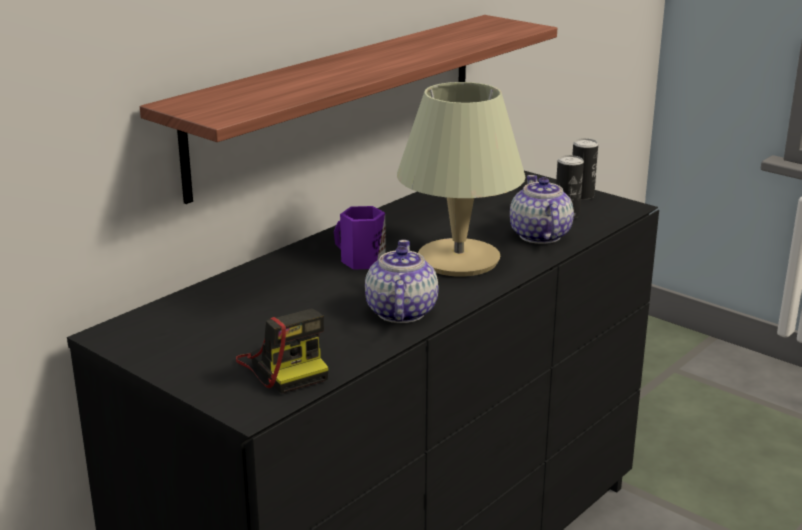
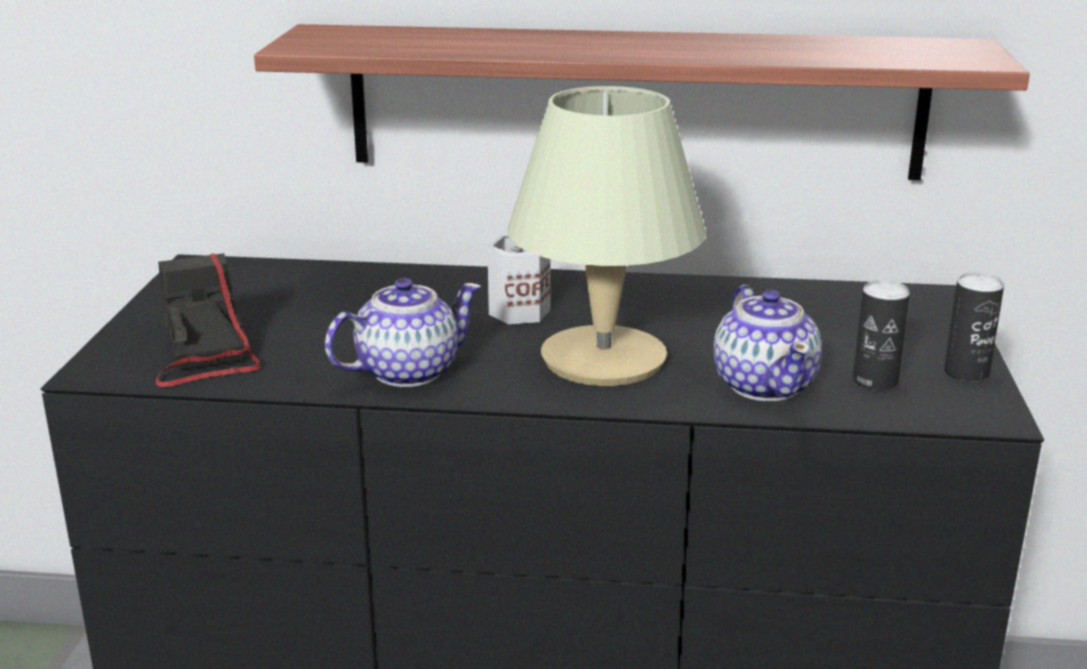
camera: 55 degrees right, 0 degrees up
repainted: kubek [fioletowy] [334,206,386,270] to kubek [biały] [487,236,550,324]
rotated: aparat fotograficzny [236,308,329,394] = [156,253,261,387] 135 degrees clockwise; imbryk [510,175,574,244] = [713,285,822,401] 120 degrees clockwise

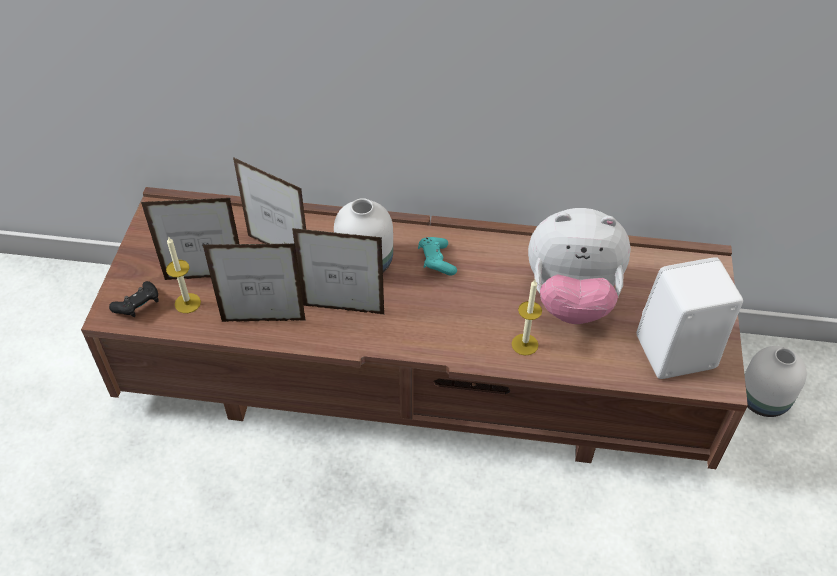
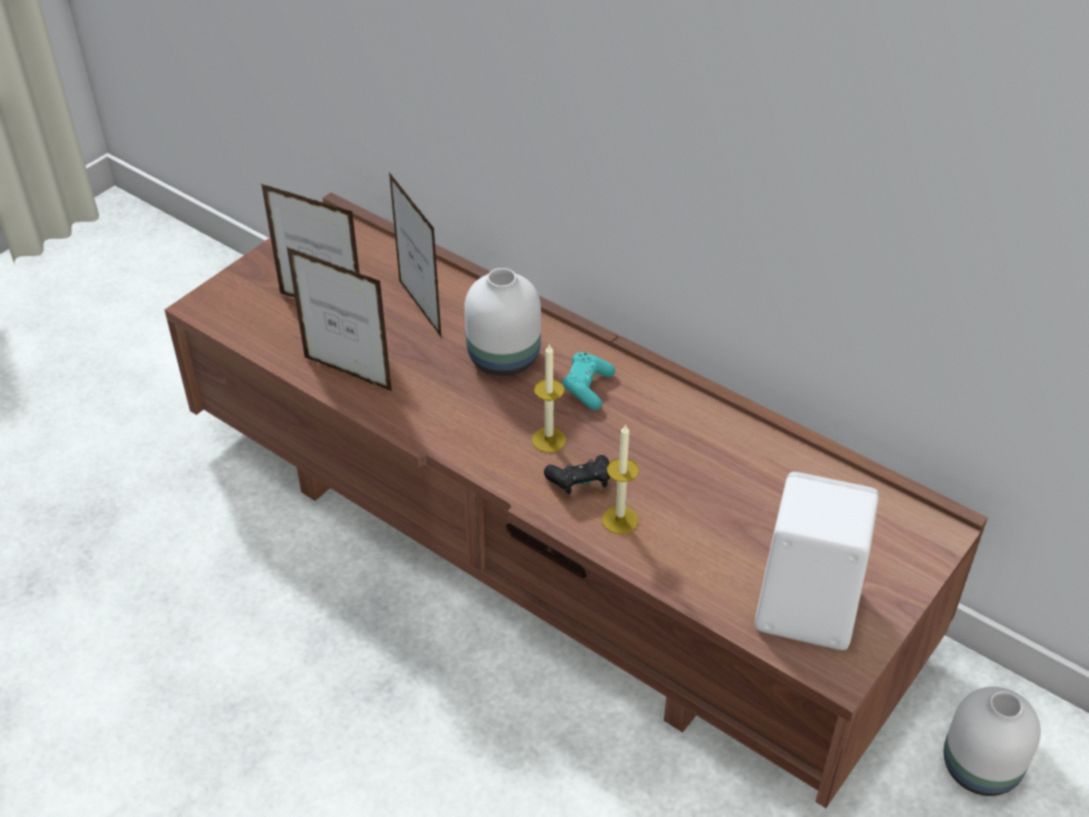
camera: 30 degrees right, 5 degrees down
gone: ramka na zdjęcie [292,228,385,315]; pluszak [528,208,631,324]
shifted: świeca [166,236,201,313] to [532,343,566,453]; pad do gier [czarny] [109,281,158,317] to [544,455,610,494]

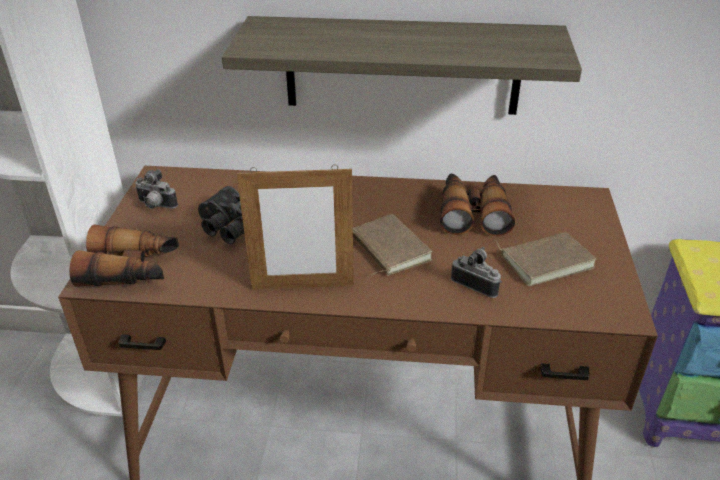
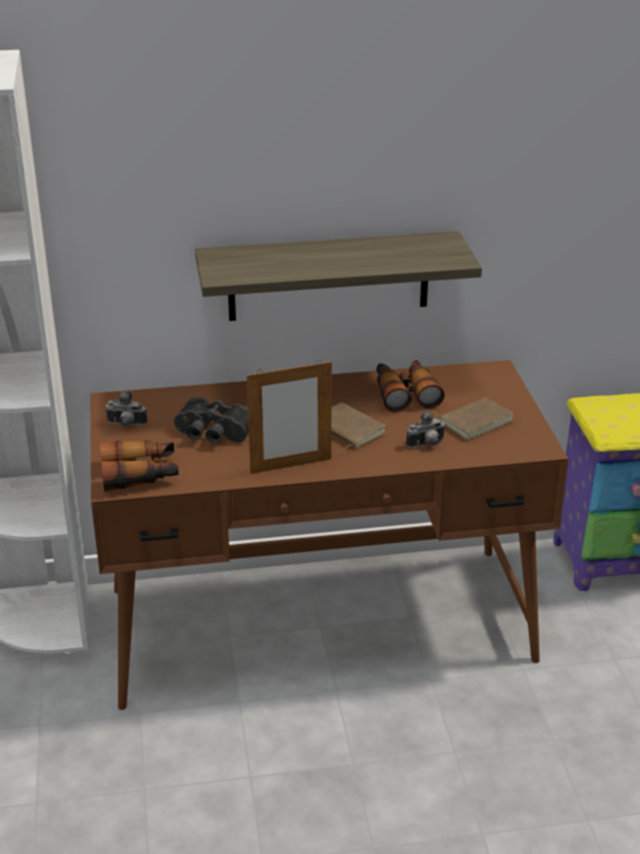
camera: 15 degrees left, 5 degrees down
rotated: aparat fotograficzny [451,247,502,298] = [406,409,446,448] 135 degrees clockwise

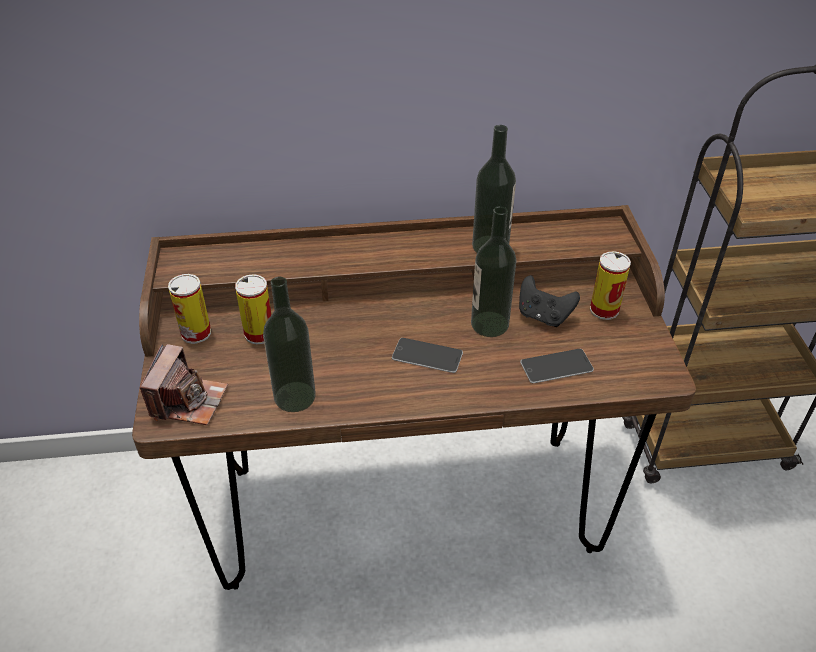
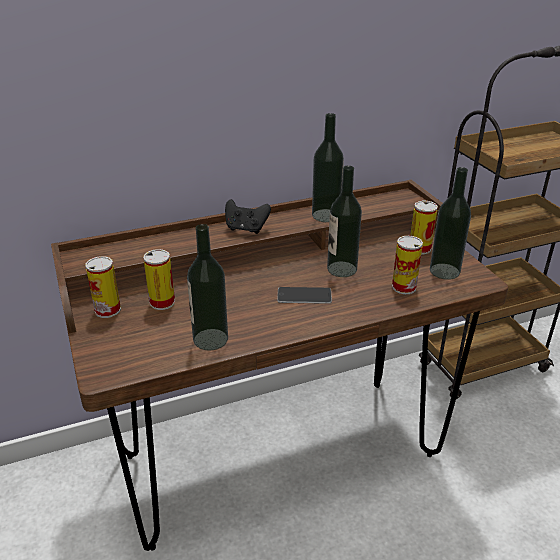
camera: 15 degrees left, 10 degrees down
gone: aparat fotograficzny [139,344,228,425]
new: butelka [430,167,471,280]
shifted: pad do gier [czarny] [519,275,580,327] to [225,199,271,234]
swapped: telefon [520,349,594,383] to puszka [392,236,423,294]

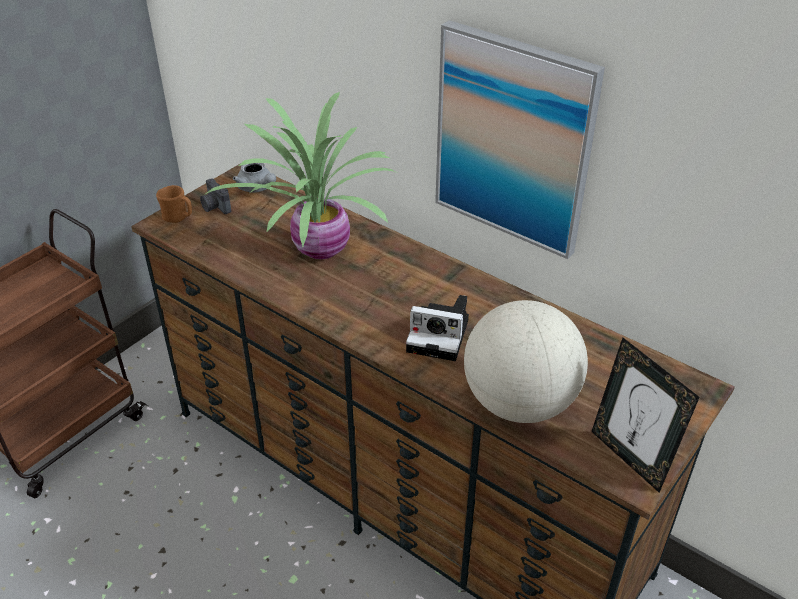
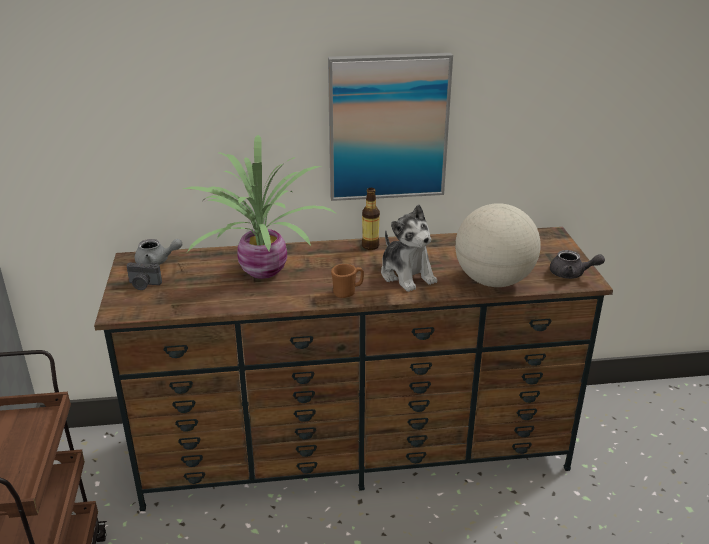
camera: 45 degrees left, 10 degrees down
new: butelka [362,188,380,250]
shifted: kubek [brązowy] [156,185,192,223] to [331,264,364,298]
swapped: aparat fotograficzny [406,295,469,361] to pluszak [381,205,437,292]; ramka na zdjęcie [591,337,700,493] to imbryk [szary] [550,250,605,279]

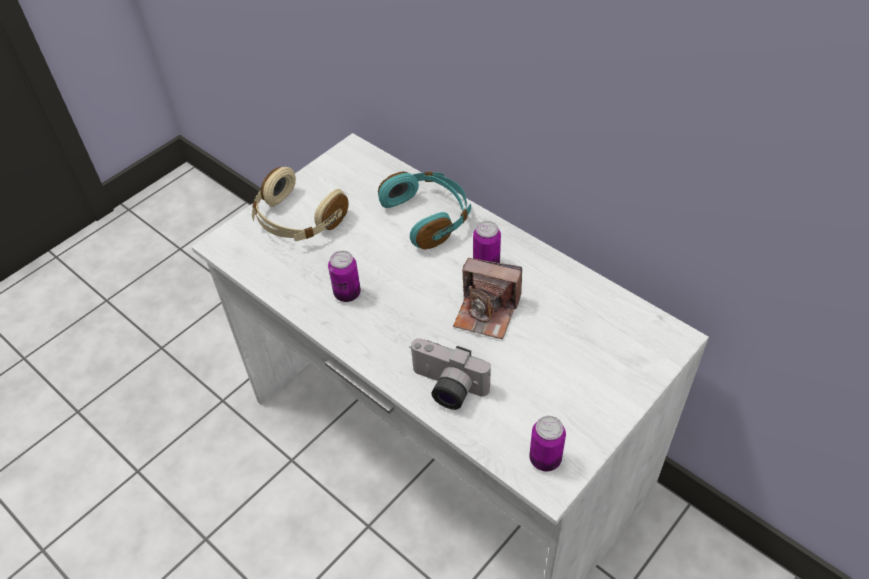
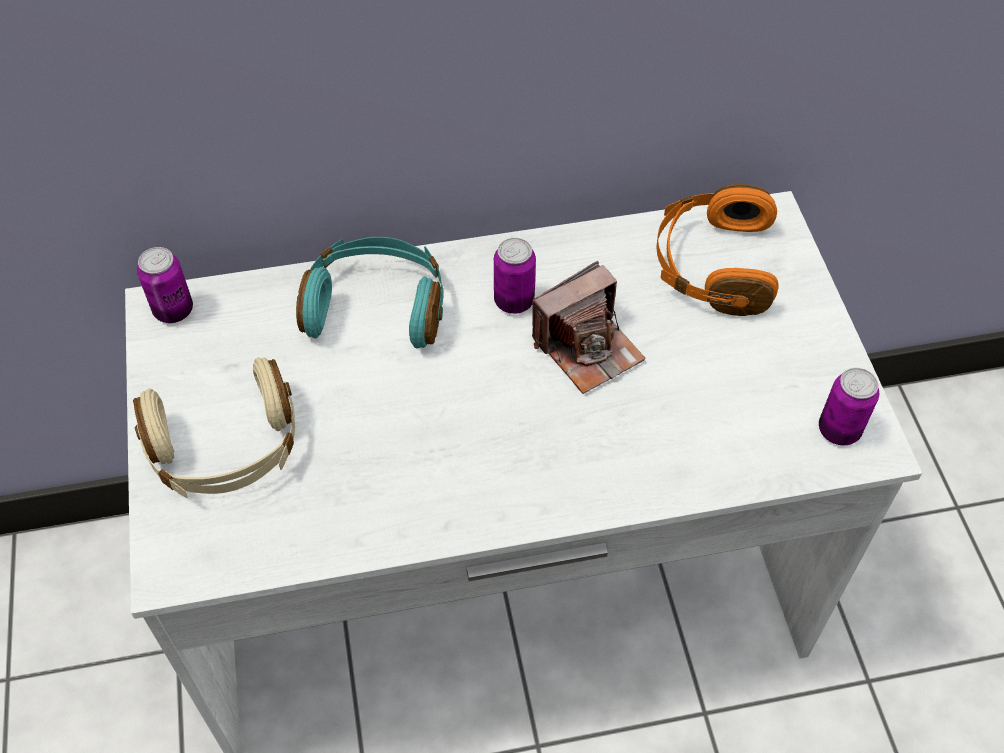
camera: 55 degrees left, 5 degrees up
gone: aparat fotograficzny [409,338,491,410]
new: słuchawki [pomarańczowy] [657,184,779,316]
shifted: puszka [328,251,361,302] to [137,247,193,323]

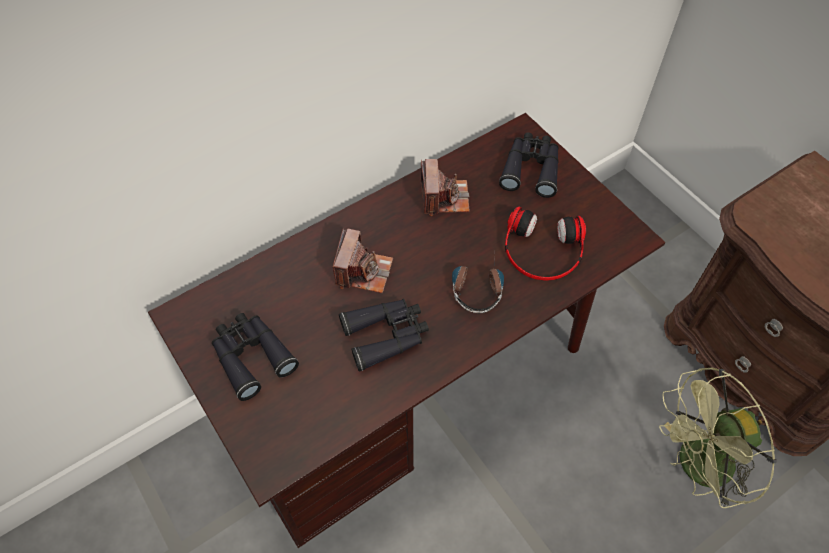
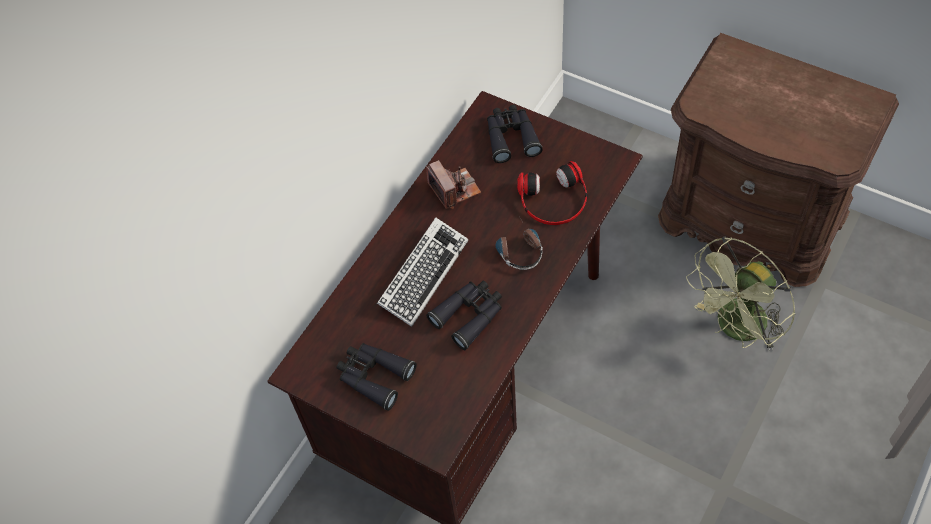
camera: 20 degrees left, 0 degrees up
swapped: aparat fotograficzny [333,228,393,293] to klawiatura [377,217,468,327]

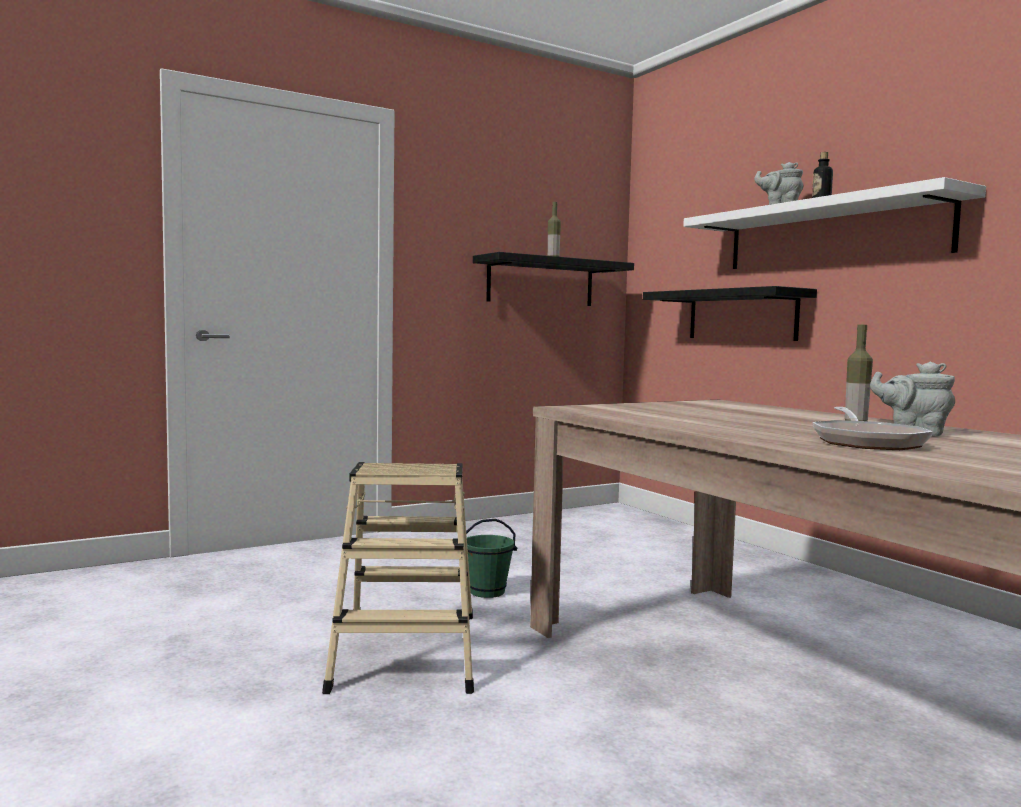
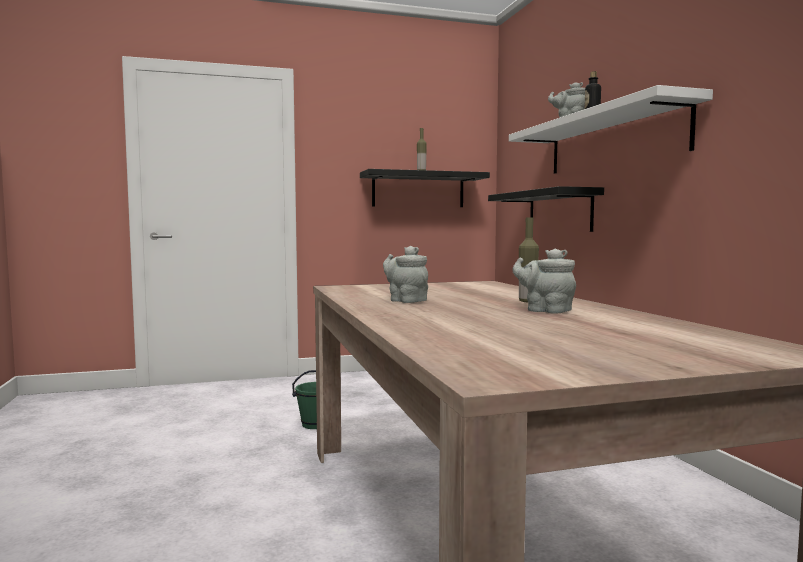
camera: 15 degrees right, 0 degrees up
gone: drabinka [beżowy] [322,462,474,694]; patelnia [812,407,933,450]
new: imbryk [szary] [383,246,428,303]

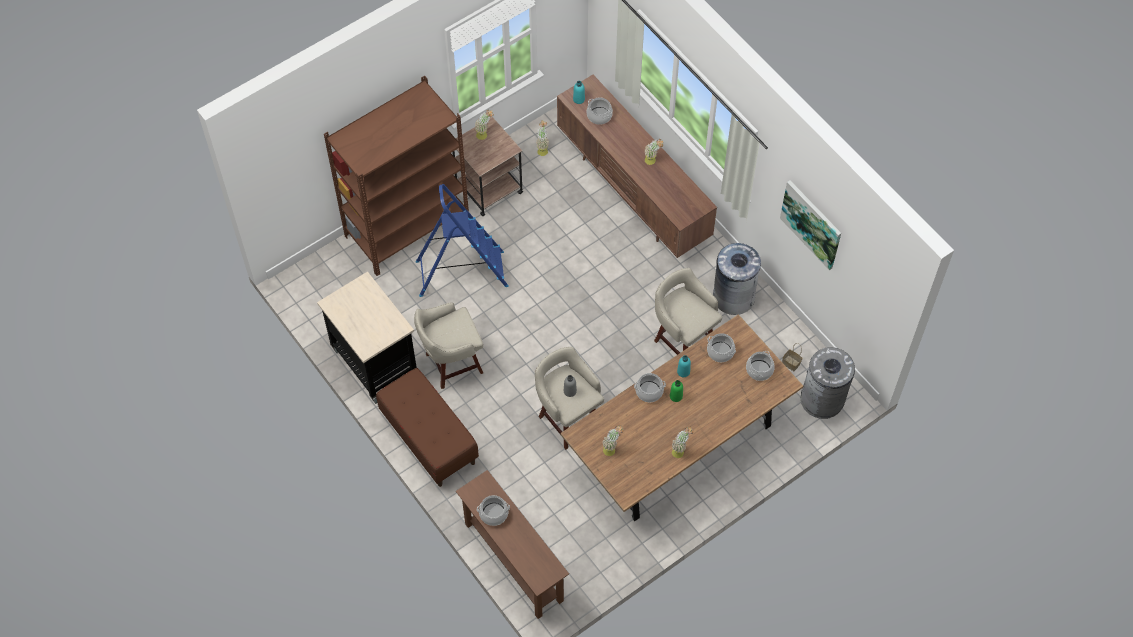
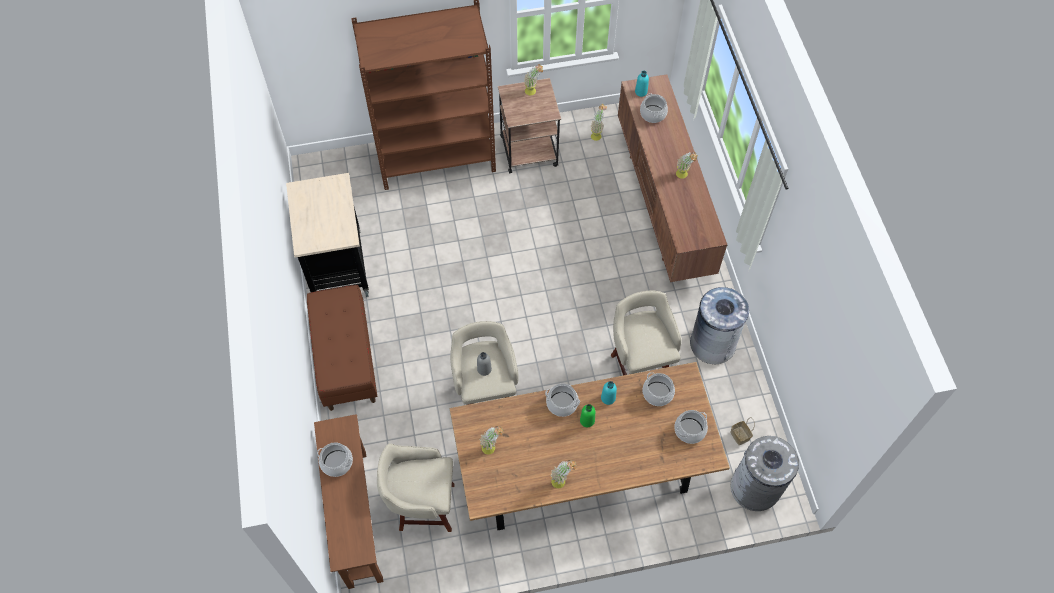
camera: 25 degrees right, 0 degrees up
gone: drabinka [niebieski] [416,184,509,297]; obraz [780,180,841,270]
shifted: stołek [beżowy] [414,302,483,389] to [377,443,455,532]

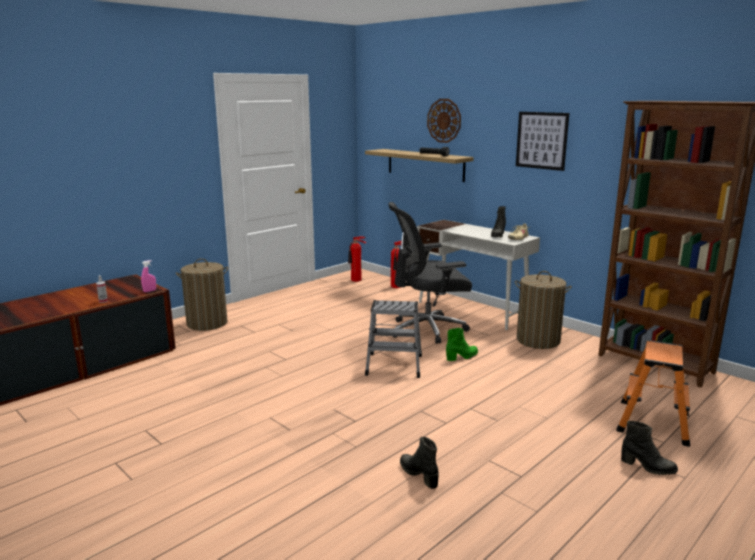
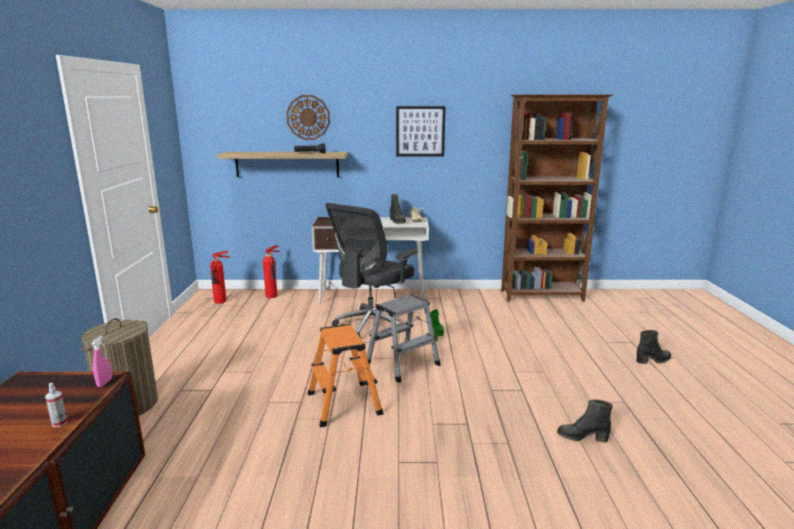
camera: 45 degrees left, 0 degrees up
gone: kosz na pranie [515,271,572,349]
shifted: drabinka [pomarańczowy] [616,340,690,447] to [307,324,384,427]

